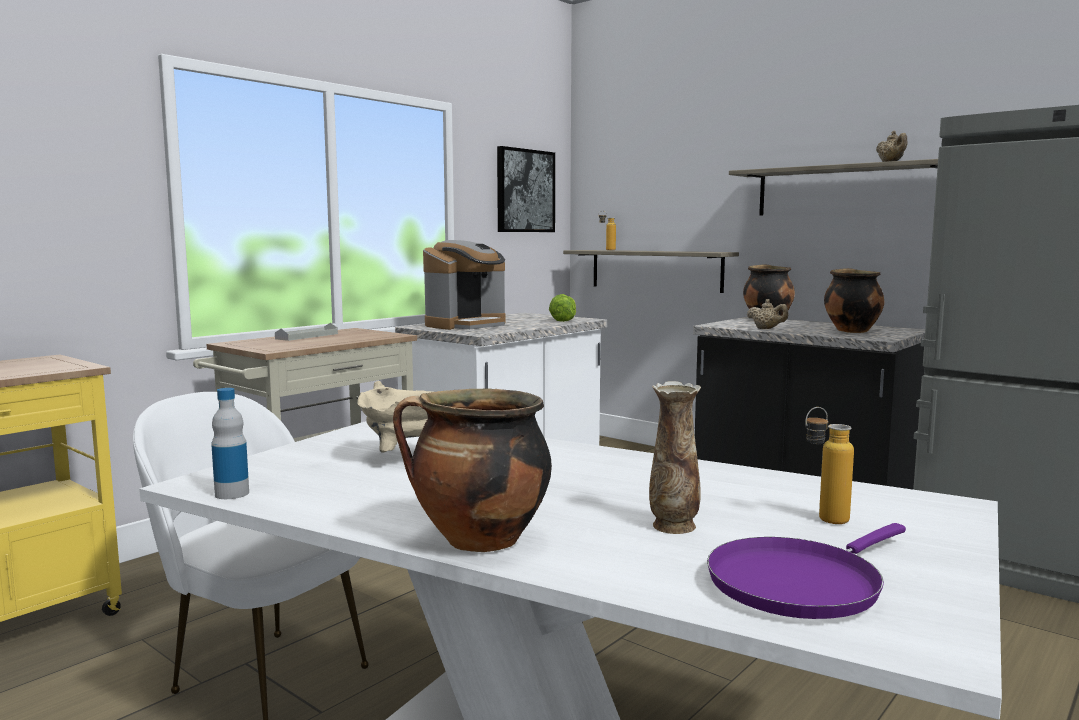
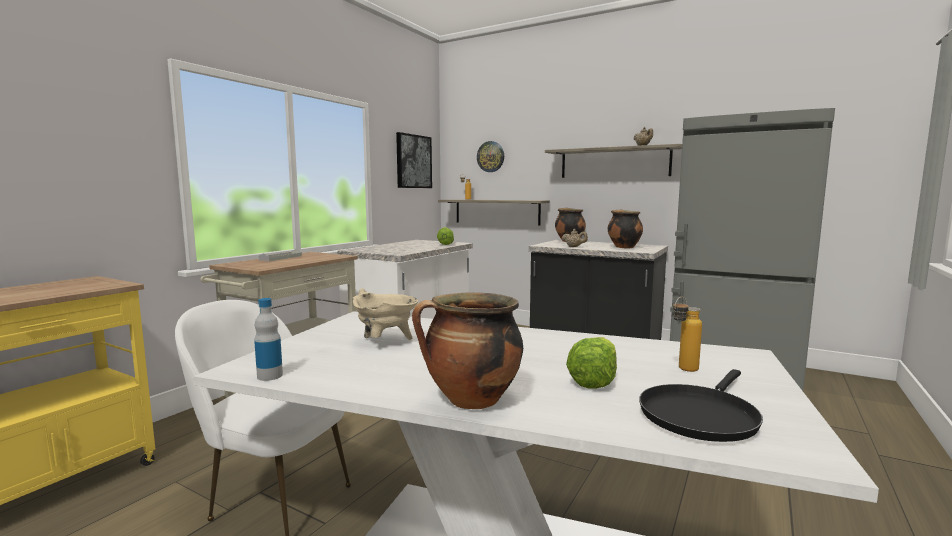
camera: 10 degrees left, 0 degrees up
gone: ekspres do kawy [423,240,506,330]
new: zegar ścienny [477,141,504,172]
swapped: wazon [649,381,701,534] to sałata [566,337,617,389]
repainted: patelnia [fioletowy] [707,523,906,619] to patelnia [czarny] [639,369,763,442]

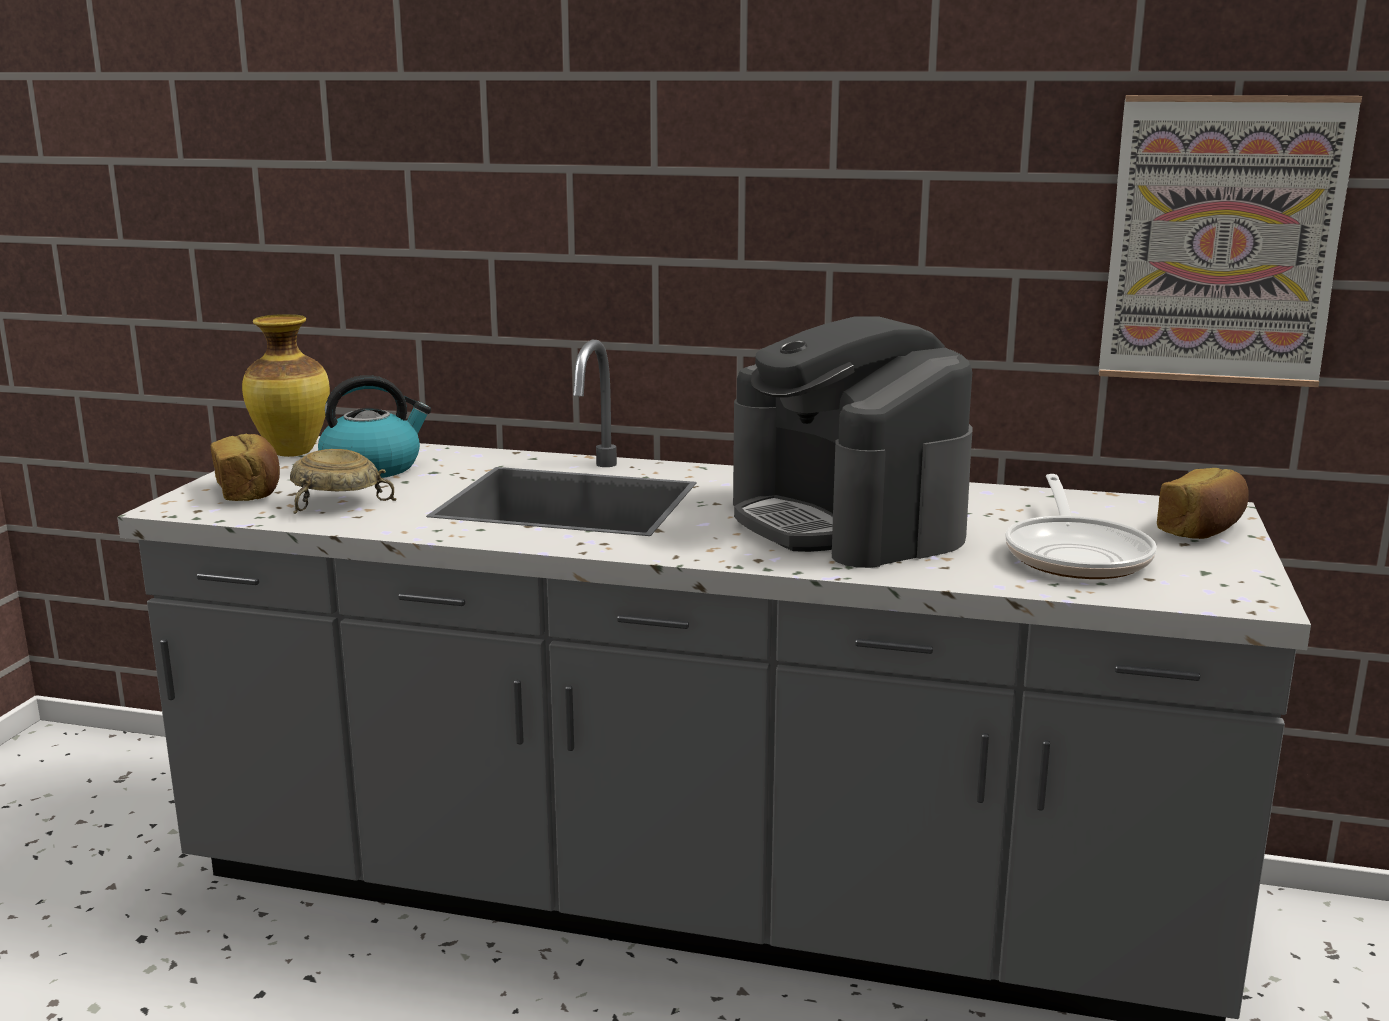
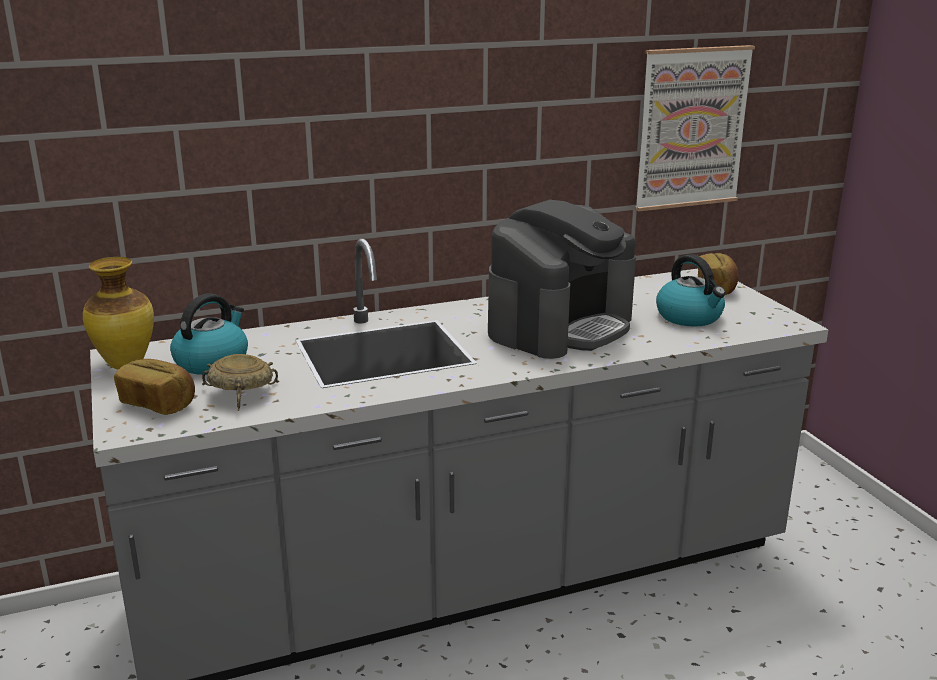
camera: 35 degrees left, 5 degrees up
swapped: patelnia [1005,474,1157,579] to czajnik [656,254,726,327]
rotated: ekspres do kawy [733,317,972,568] = [488,200,636,359] 75 degrees counterclockwise

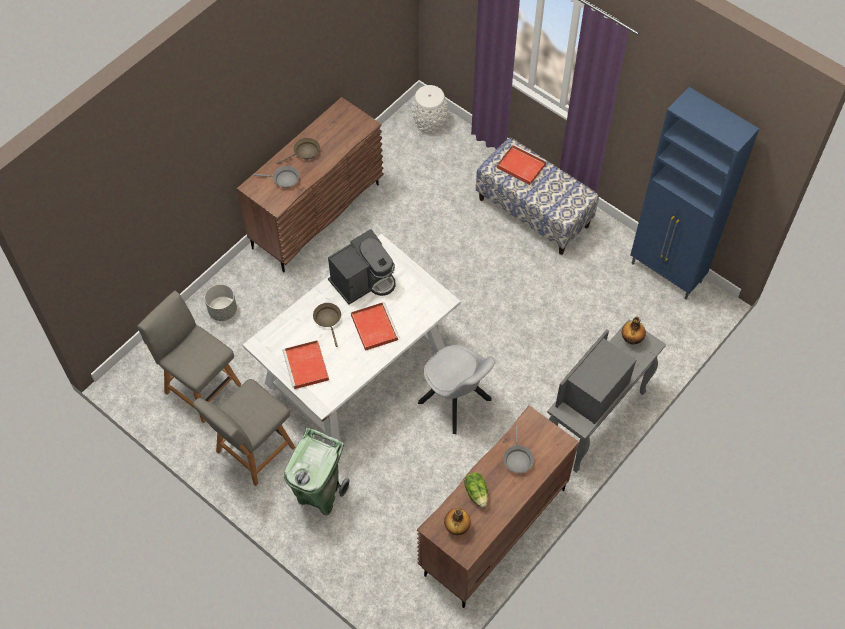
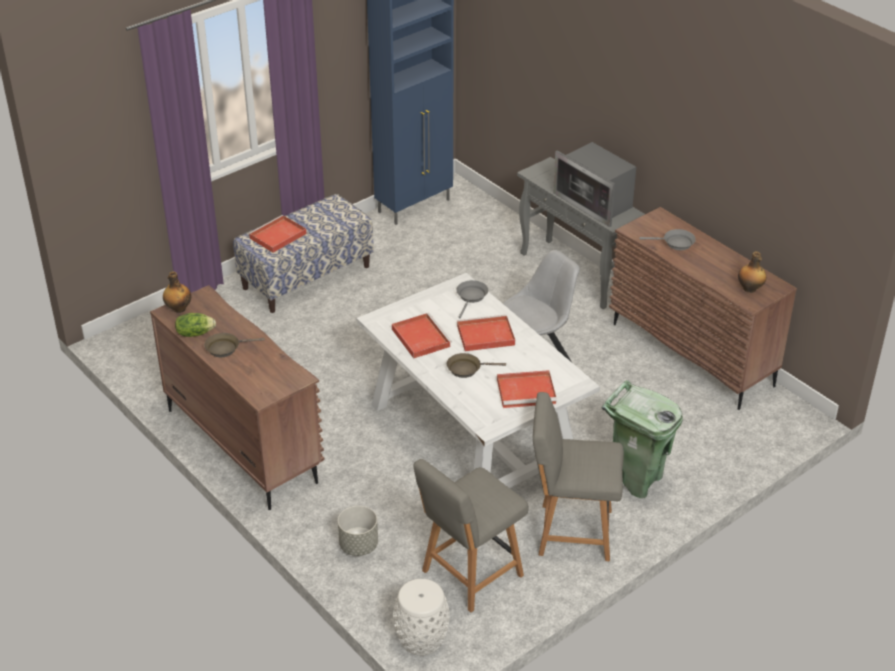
camera: 80 degrees left, 20 degrees down
shifted: butelka [622,317,646,345] to [163,271,191,313]; sałata [465,472,488,508] to [175,313,216,337]; stołek [biały] [412,85,448,134] to [393,579,450,656]; patelnia [szary] [253,166,300,188] to [456,280,488,318]
swapped: ekspres do kawy [328,229,395,305] to taca [czerwony] [392,313,452,358]
rotated: patelnia [brązowy] [276,138,320,164] = [204,333,265,357] 90 degrees counterclockwise; krzesło [szary] [193,379,295,486] = [533,392,624,561] 135 degrees clockwise

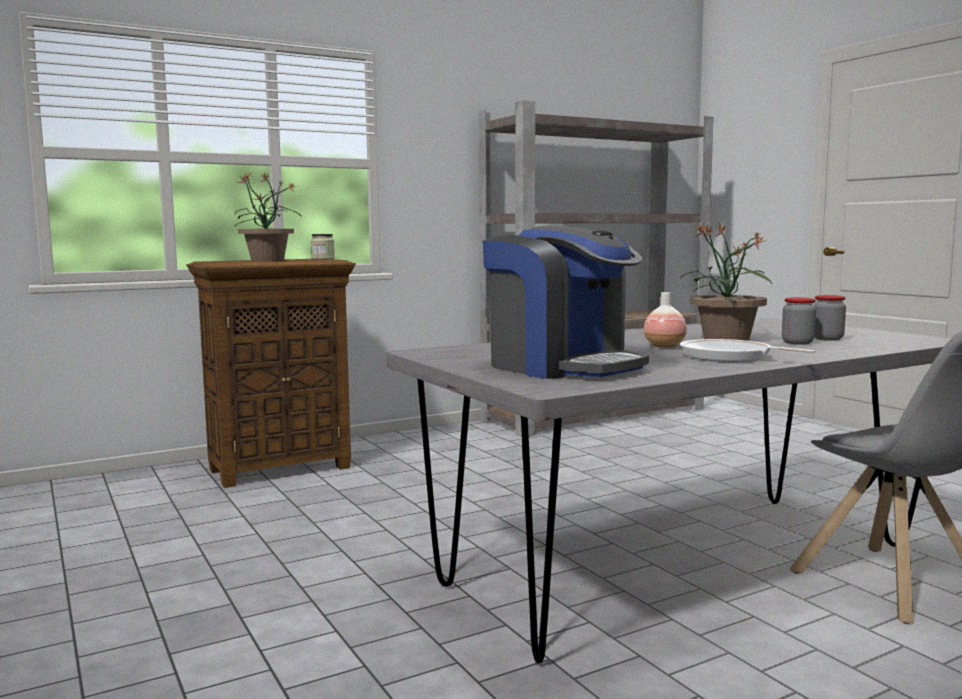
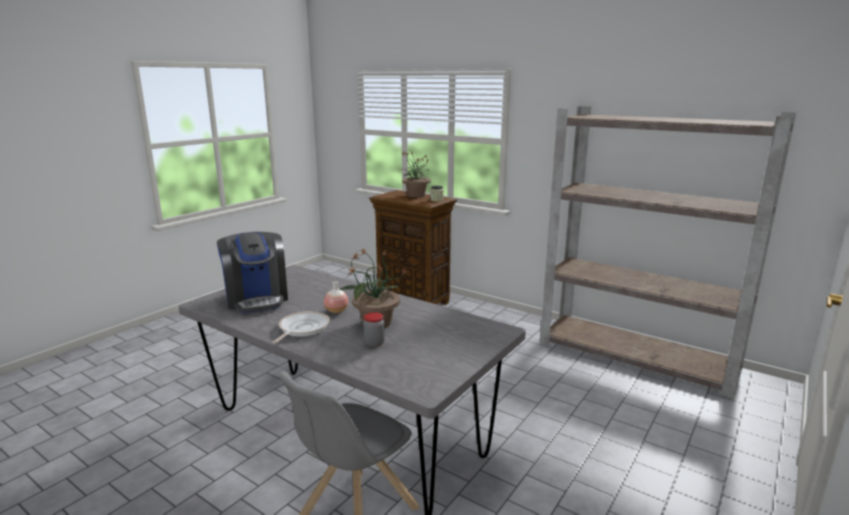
camera: 65 degrees right, 10 degrees up
gone: słoik [814,295,846,341]
rotated: ekspres do kawy [482,226,649,379] = [217,232,288,313] 45 degrees counterclockwise

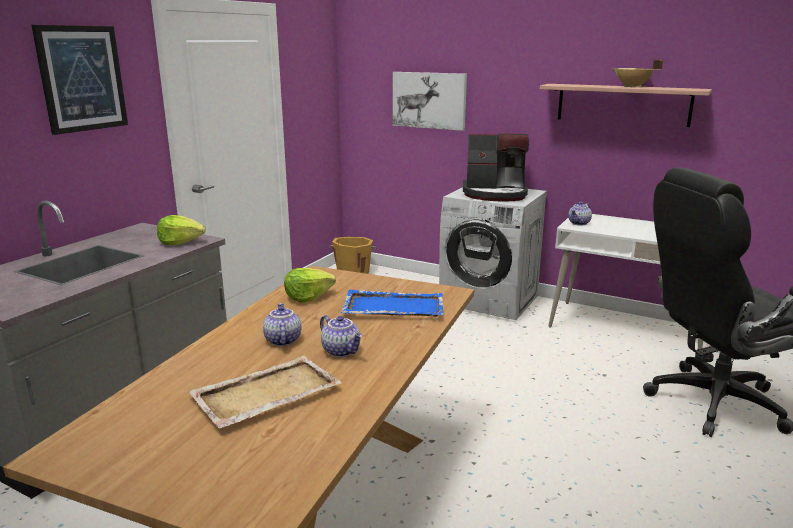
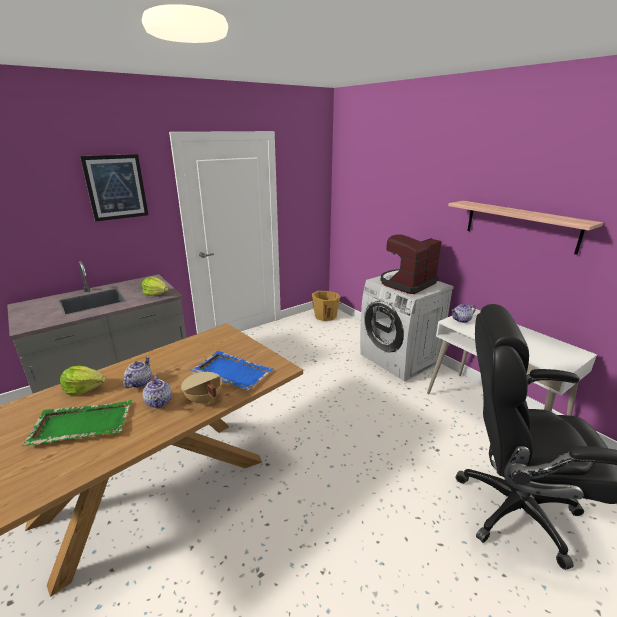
camera: 25 degrees right, 5 degrees up
gone: obraz [393,72,467,131]
shifted: sałata [284,268,336,303] to [60,366,106,395]; garnek [beżowy] [612,60,663,88] to [181,372,222,404]
repainted: taca [beżowy] [188,356,342,428] to taca [zielony] [21,400,132,446]
rotated: ekspres do kawy [463,134,529,202] = [380,235,442,294] 105 degrees clockwise

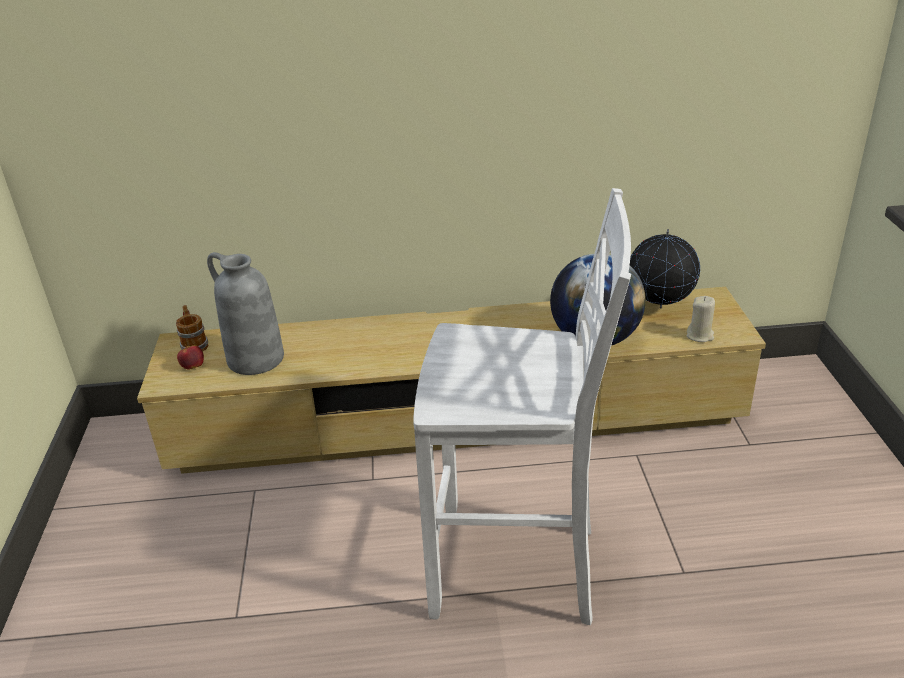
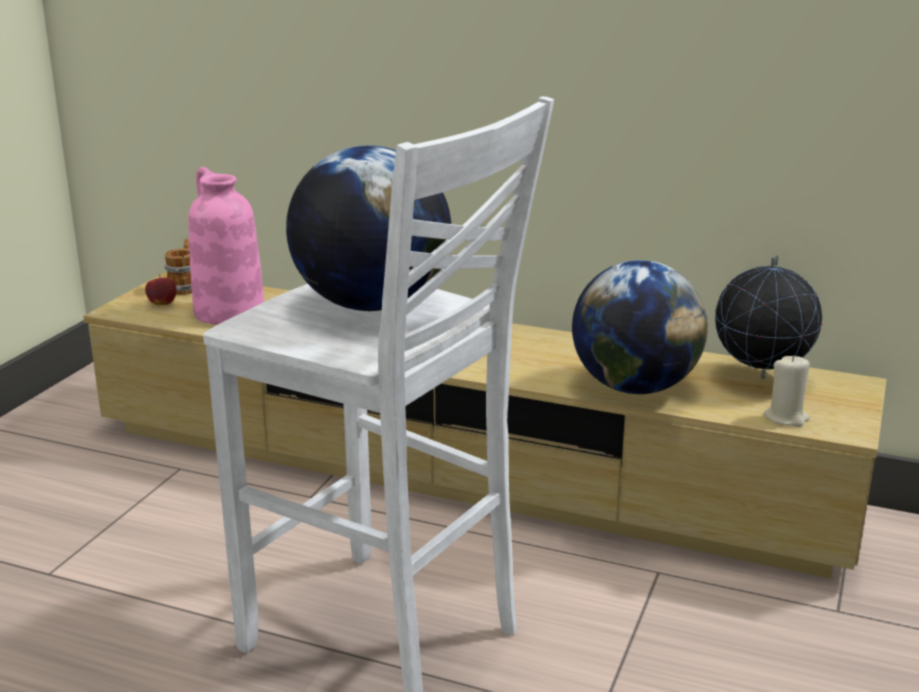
camera: 25 degrees right, 10 degrees down
new: globus [286,145,451,311]
repainted: wazon [szary] [207,252,284,375] to wazon [różowy] [188,167,264,325]

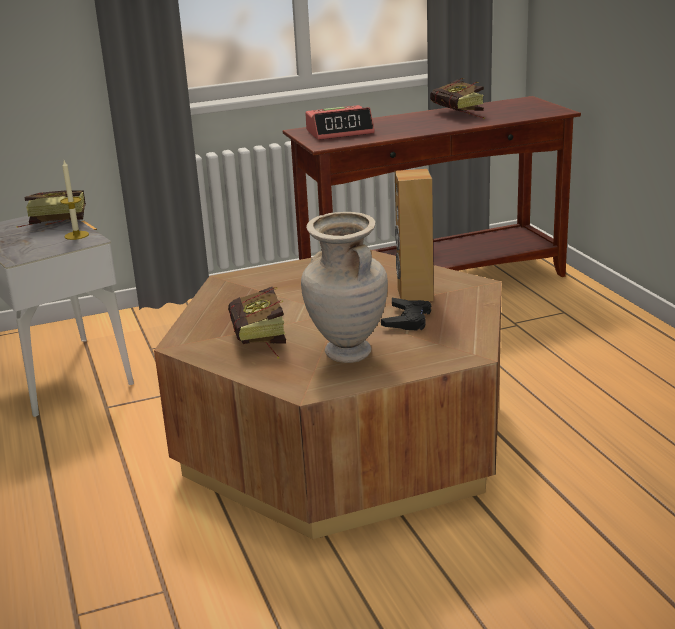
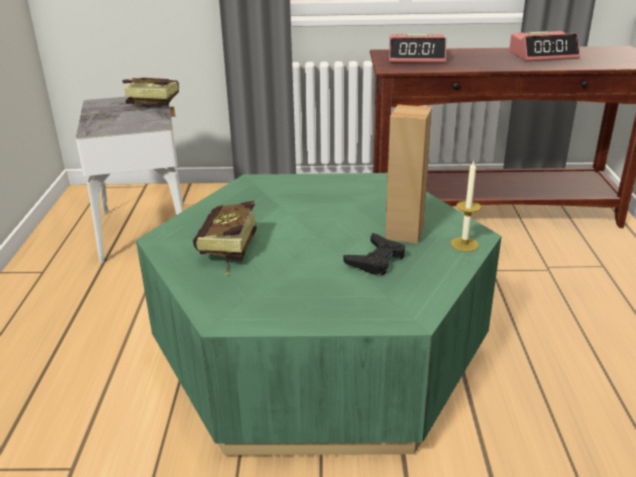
camera: 20 degrees right, 5 degrees up
gone: wazon [beżowy] [301,212,388,363]
shifted: świeca [60,161,89,240] to [450,160,481,252]
swapped: książka [430,78,485,119] to budzik [509,31,580,61]
repainted: ława [brązowy] [154,250,502,539] to ława [zielony] [136,173,502,455]

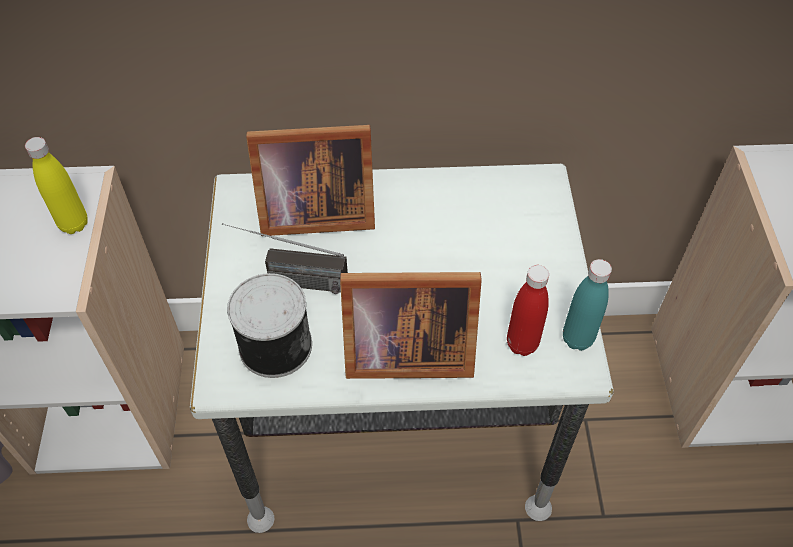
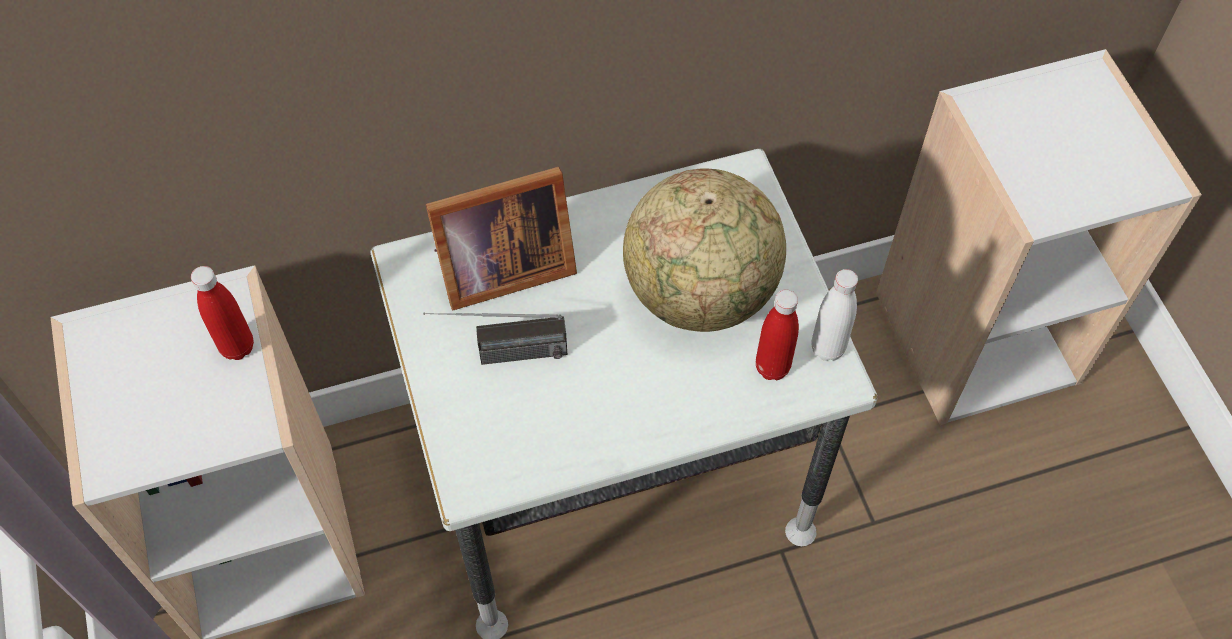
camera: 15 degrees left, 5 degrees up
gone: puszka [227,273,312,378]; ramka na zdjęcie [340,272,482,379]
new: globus [623,168,786,332]
repainted: butelka [żółty] [25,137,88,234] to butelka [czerwony] [191,266,254,360]; butelka [turkusowy] [563,259,612,351] to butelka [biały] [811,269,858,361]

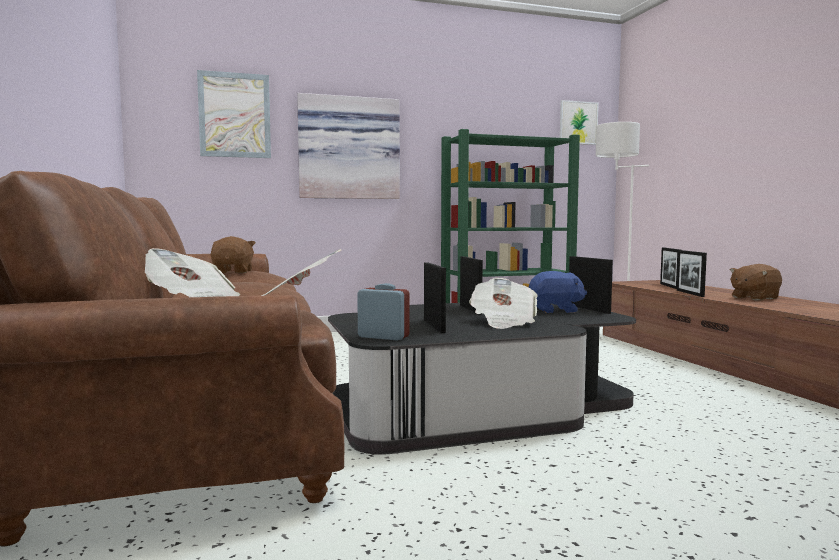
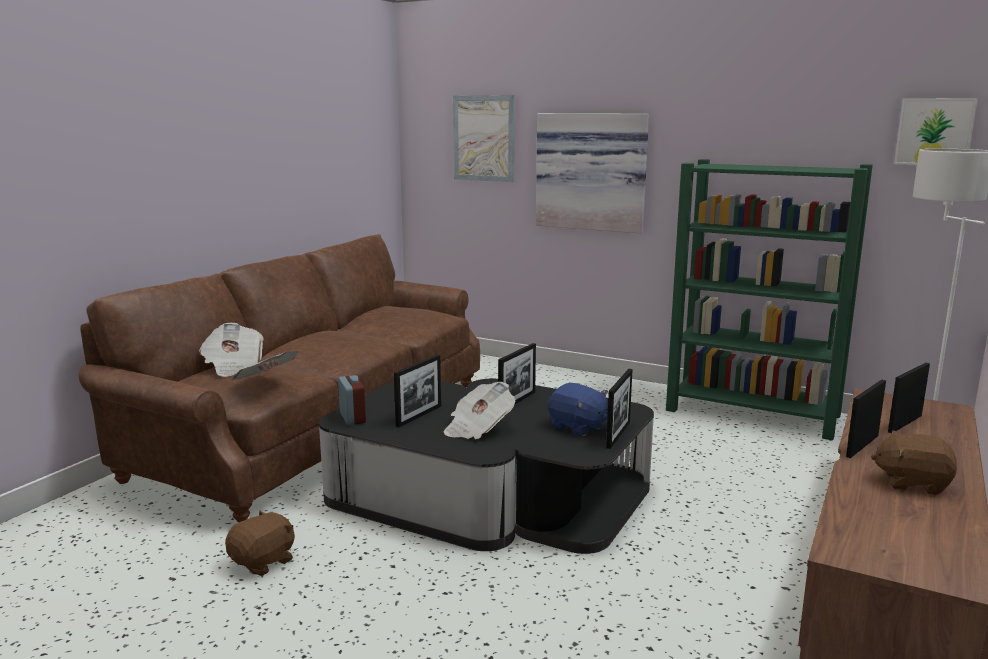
camera: 45 degrees right, 10 degrees up
shifted: pluszak [brązowy] [210,236,256,273] to [225,510,295,576]

